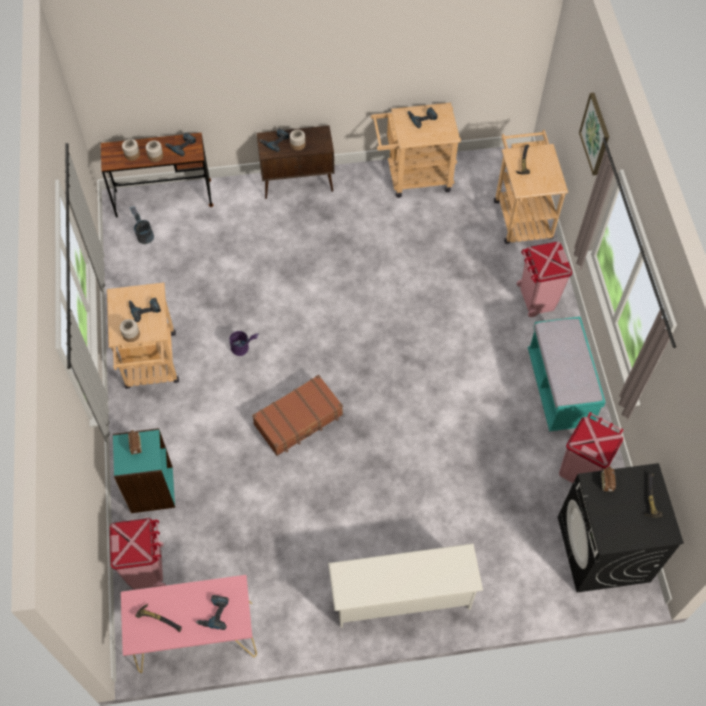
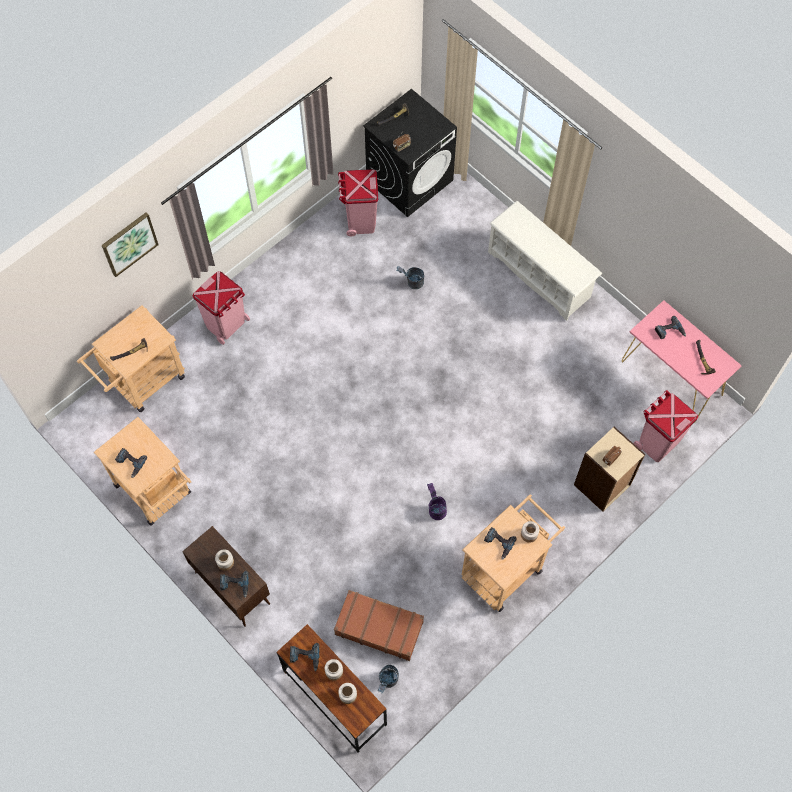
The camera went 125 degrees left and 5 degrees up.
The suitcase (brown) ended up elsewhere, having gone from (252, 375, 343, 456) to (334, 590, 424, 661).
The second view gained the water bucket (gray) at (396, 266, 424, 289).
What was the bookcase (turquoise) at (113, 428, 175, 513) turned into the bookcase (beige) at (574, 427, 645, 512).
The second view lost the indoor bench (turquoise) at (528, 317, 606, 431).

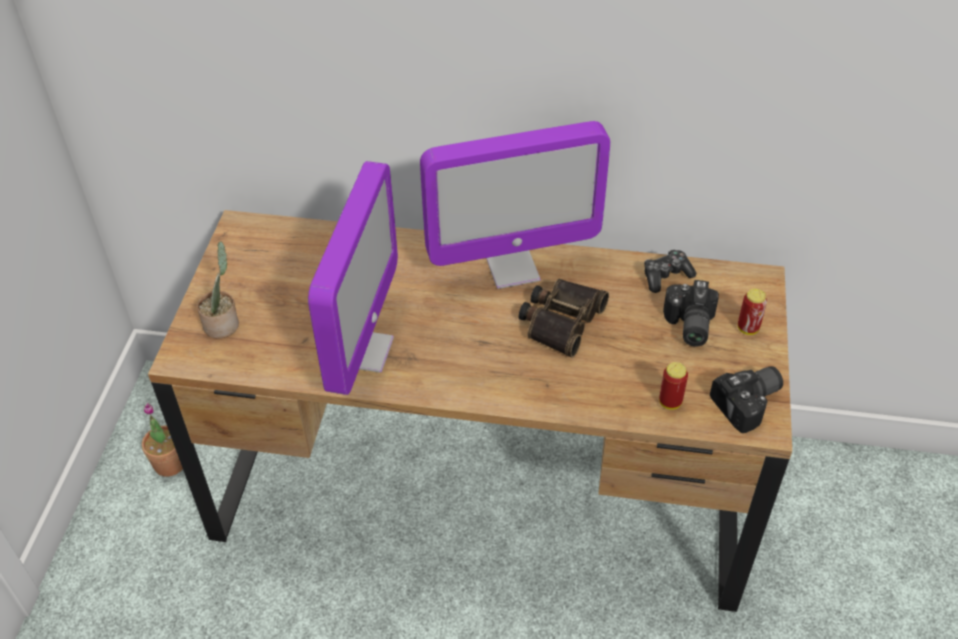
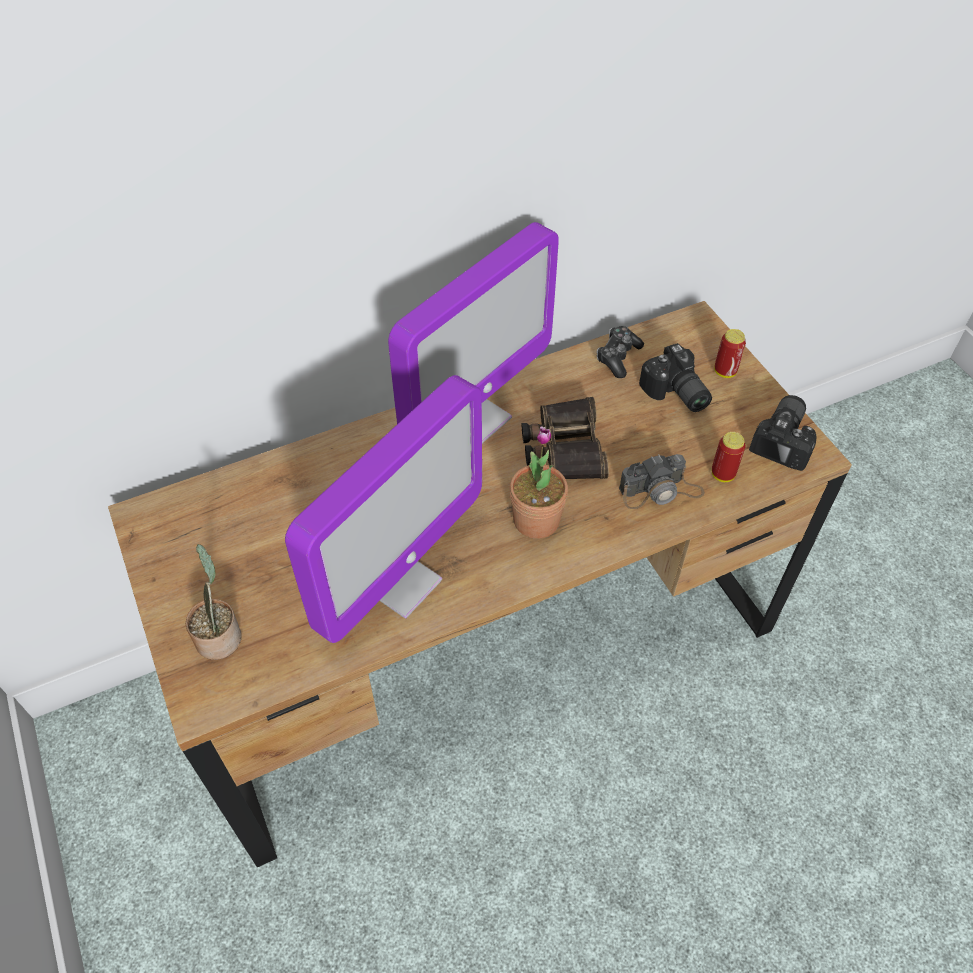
The camera went 35 degrees left and 5 degrees up.
The computer screen at (308, 161, 398, 395) ended up facing another way, 60 degrees clockwise from before.
The plant in a pot ended up elsewhere, having gone from (142, 403, 183, 477) to (510, 427, 568, 539).
The second view gained the still camera at (619, 454, 705, 509).

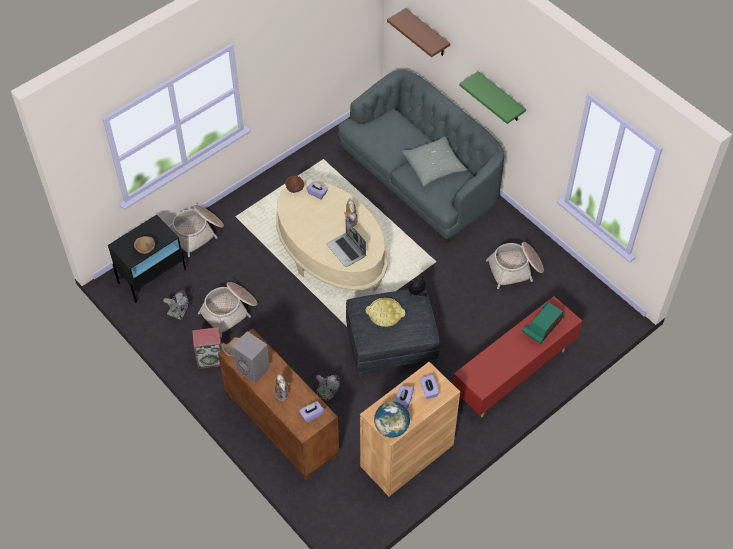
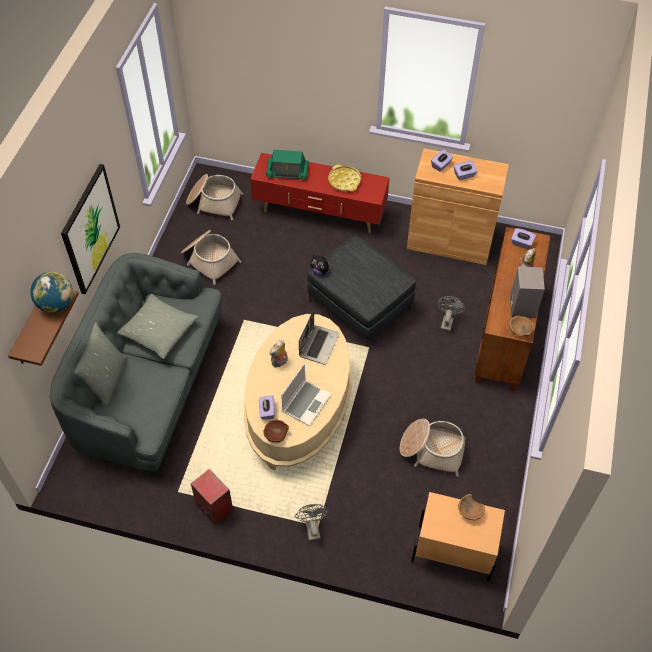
The camera went 125 degrees left and 0 degrees up.
The globe ended up elsewhere, having gone from (374, 401, 410, 438) to (30, 272, 73, 313).
Where the shelf (green) hung at (459, 71, 526, 124), the wall picture came to hang at (61, 164, 120, 294).
The second view gained the throw pillow (gray) at (74, 322, 127, 408).
The storage basket ended up elsewhere, having gone from (170, 205, 224, 257) to (186, 174, 243, 220).
The speaker ended up elsewhere, having gone from (192, 327, 222, 369) to (191, 469, 233, 525).
The second view gained the laptop at (281, 363, 331, 426).
The fan (gray) ended up elsewhere, having gone from (163, 291, 188, 320) to (295, 504, 328, 541).
The serving tray (yellow-coloured) ended up elsewhere, having gone from (366, 297, 405, 327) to (328, 165, 361, 191).
What was the nightstand (blackish) at (108, 215, 186, 303) turned into the nightstand (beige) at (411, 492, 505, 582).

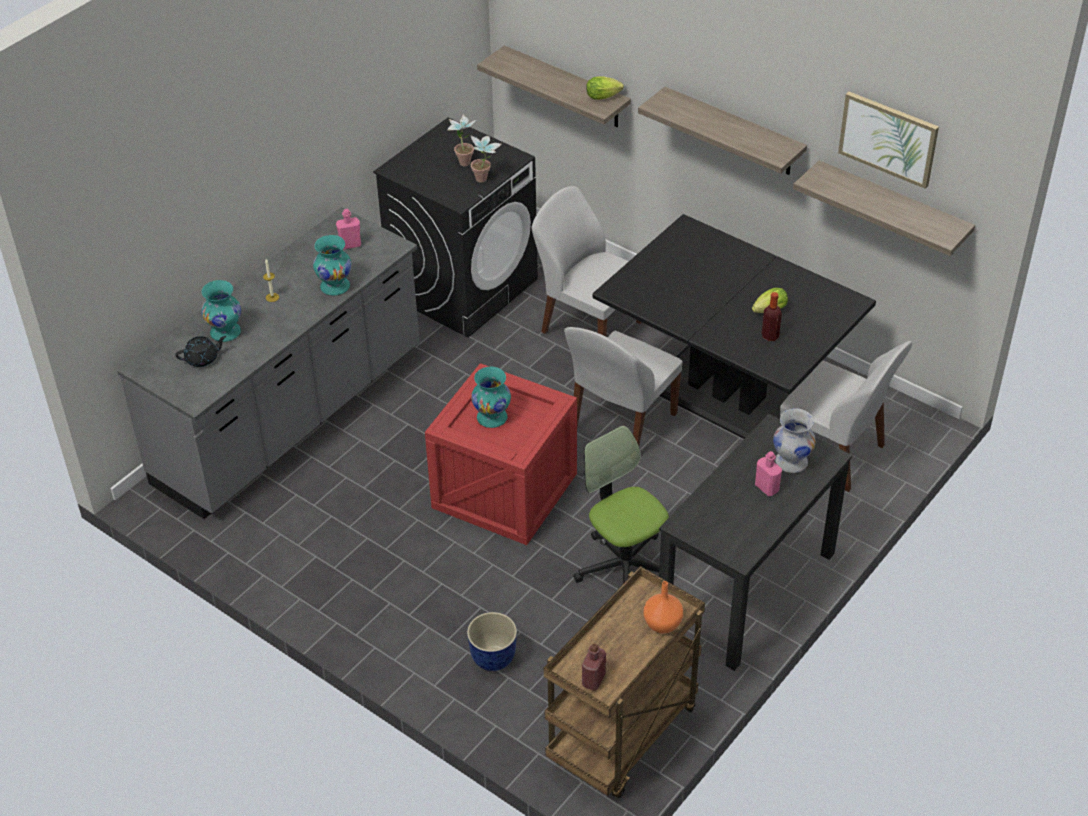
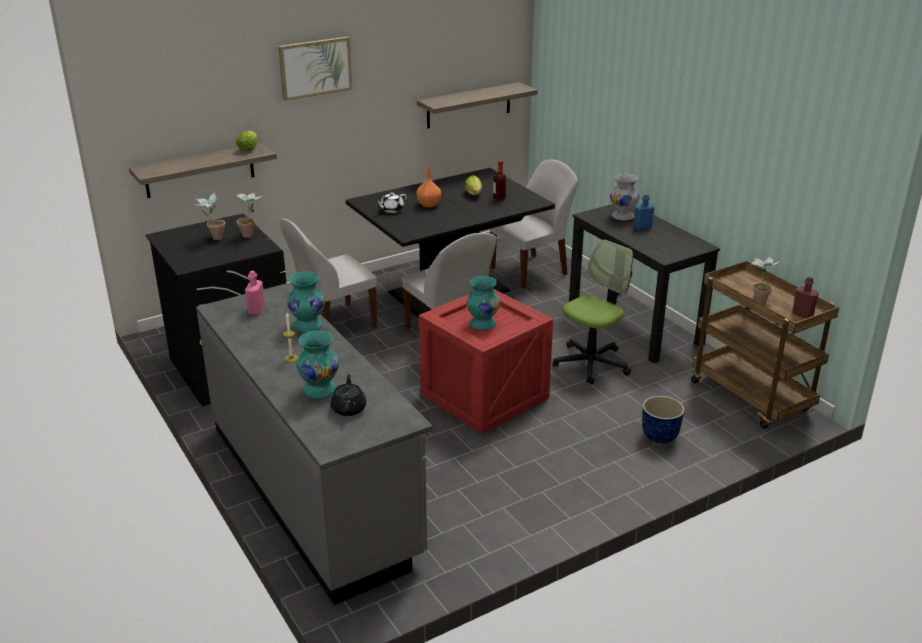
The camera went 70 degrees left and 15 degrees down.
The wall picture ended up elsewhere, having gone from (838, 92, 939, 189) to (278, 36, 352, 101).
The second view gained the teapot (whitish) at (375, 192, 406, 213).
The vase (orange-coloured) ended up elsewhere, having gone from (644, 581, 683, 634) to (416, 166, 441, 207).
The office chair at (573, 426, 669, 584) ended up facing another way, 150 degrees clockwise from before.
What was the beverage bottle (pinkish) at (755, 451, 782, 496) turned into the beverage bottle (blue) at (634, 194, 655, 230).
The second view gained the plant in a pot at (751, 256, 782, 304).
The second view lost the shelf at (638, 87, 807, 175).

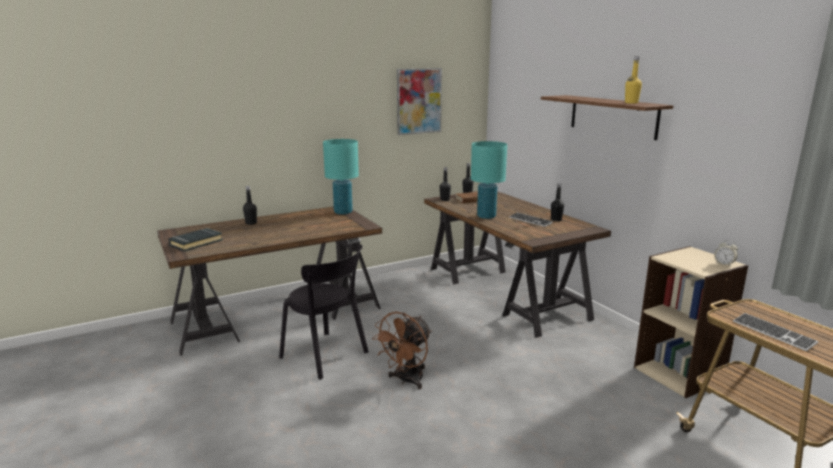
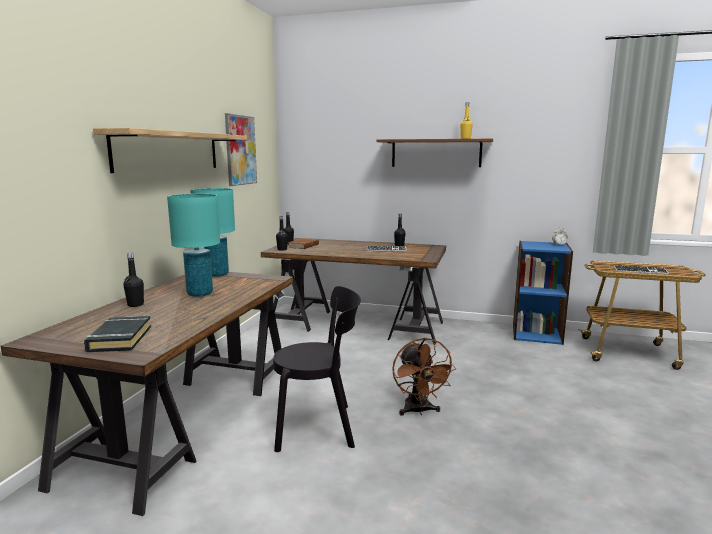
The camera went 45 degrees left and 5 degrees down.
The second view gained the shelf at (93, 128, 247, 173).
The table lamp (turquoise) ended up elsewhere, having gone from (471, 141, 507, 219) to (167, 194, 220, 297).
What was the bookcase (beige) at (634, 246, 748, 398) turned into the bookcase (blue) at (513, 241, 573, 345).

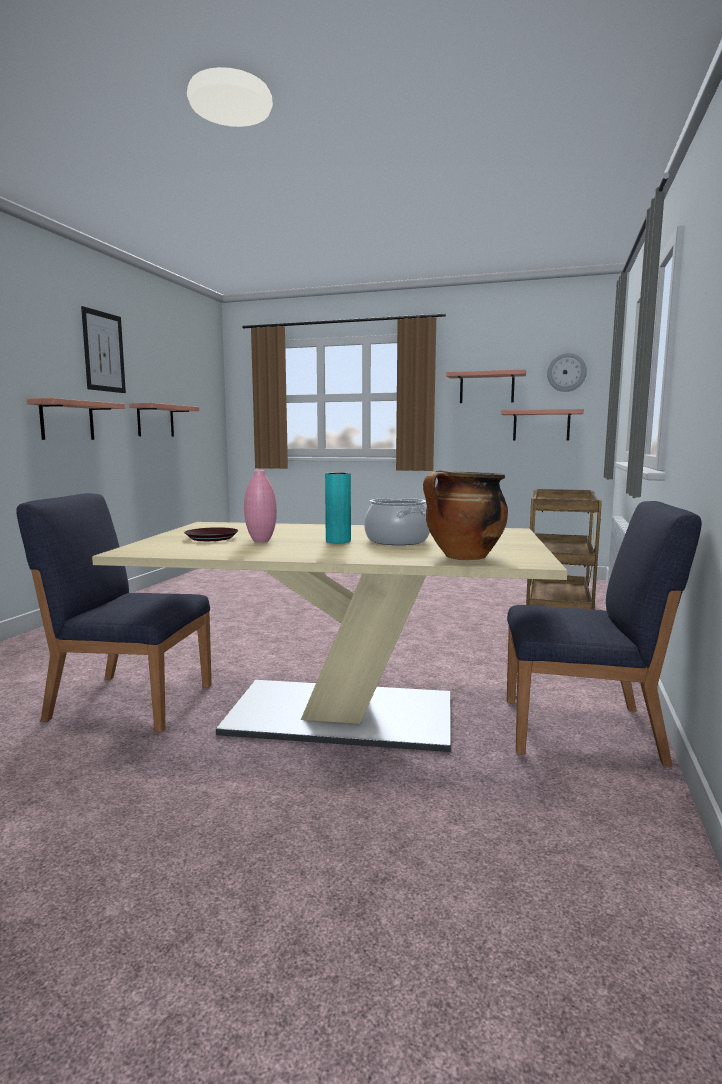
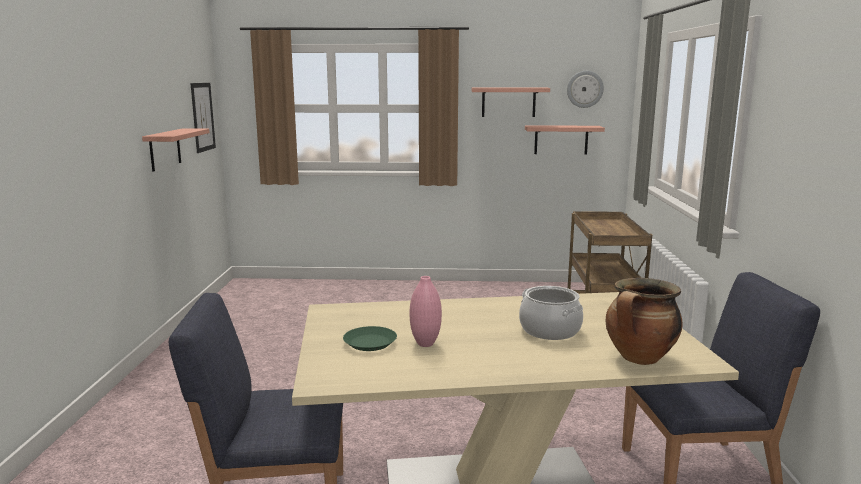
The camera went 15 degrees left and 5 degrees up.
The wall picture ended up elsewhere, having gone from (81, 306, 126, 393) to (190, 83, 216, 153).
What was the dinner plate (brown) at (184, 527, 238, 541) turned into the dinner plate (green) at (343, 326, 397, 351).
The second view lost the shelf at (26, 398, 125, 440).
The second view lost the vase (turquoise) at (325, 472, 351, 543).

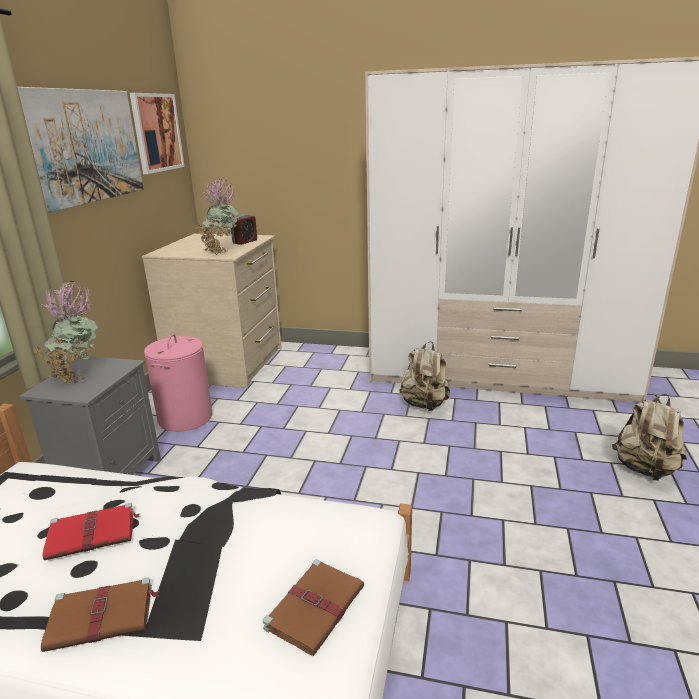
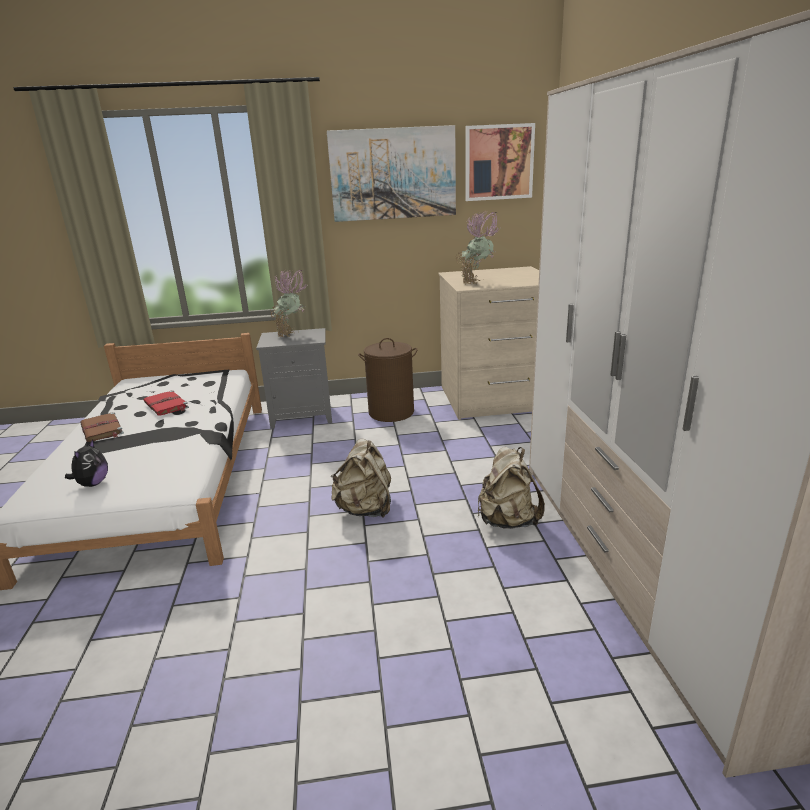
The camera went 70 degrees right and 0 degrees up.
Where the volume (brown) stood at (263, 559, 364, 656), the soft toy came to stand at (65, 439, 108, 487).
The backpack (beige) ended up elsewhere, having gone from (612, 394, 687, 481) to (331, 439, 391, 517).
What was the washing basket (pinkish) at (144, 334, 212, 432) turned into the washing basket (brown) at (358, 338, 417, 422).
The second view lost the table clock at (231, 214, 257, 245).

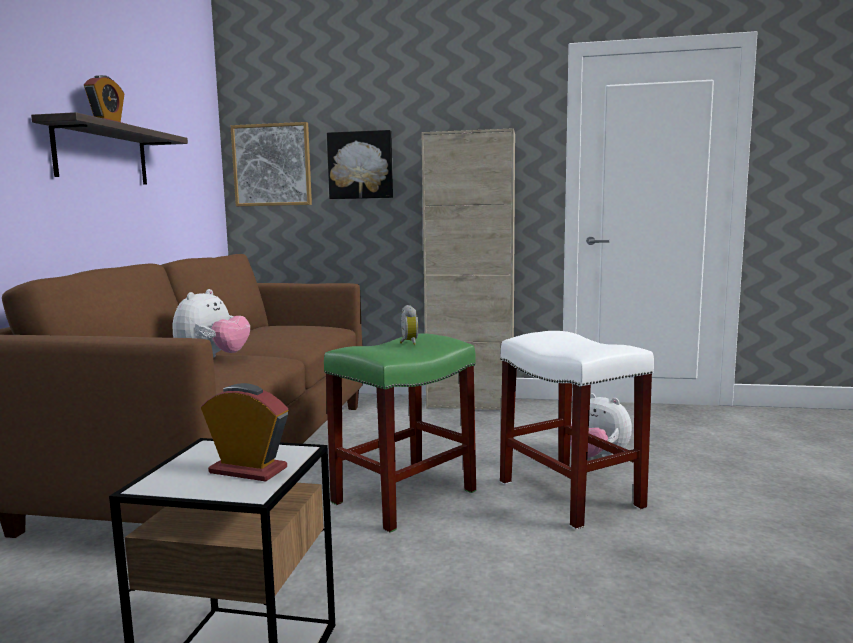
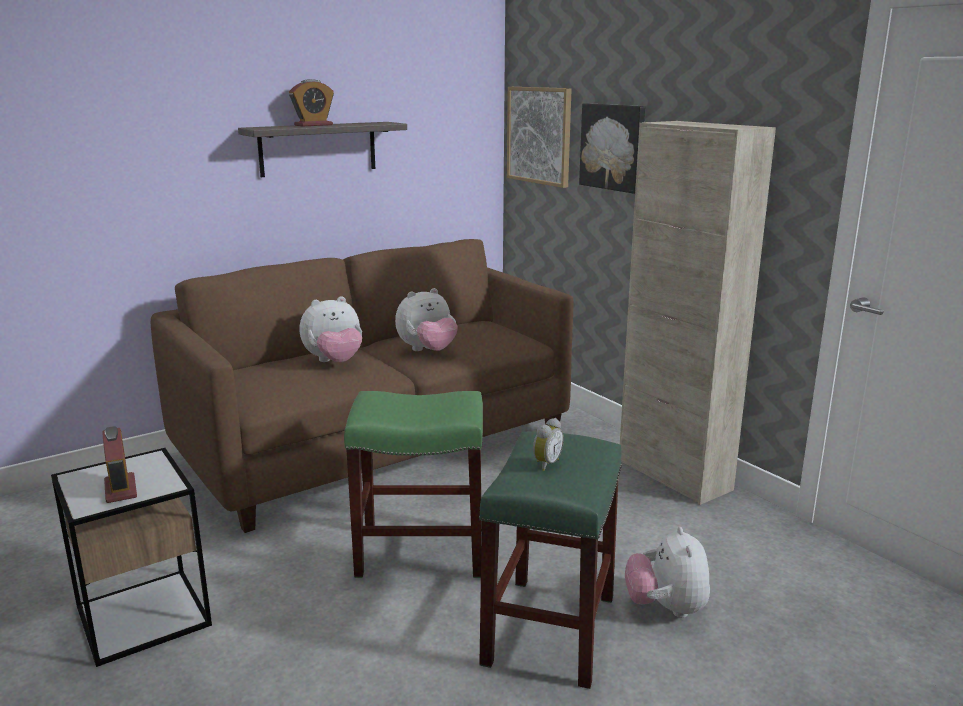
The camera went 45 degrees right and 10 degrees up.
The second view gained the soft toy at (395, 288, 458, 351).
What was the stool seat (whitish) at (500, 331, 654, 530) turned into the stool seat (green) at (479, 432, 622, 689).
The table clock ended up elsewhere, having gone from (400, 305, 418, 345) to (533, 418, 564, 471).

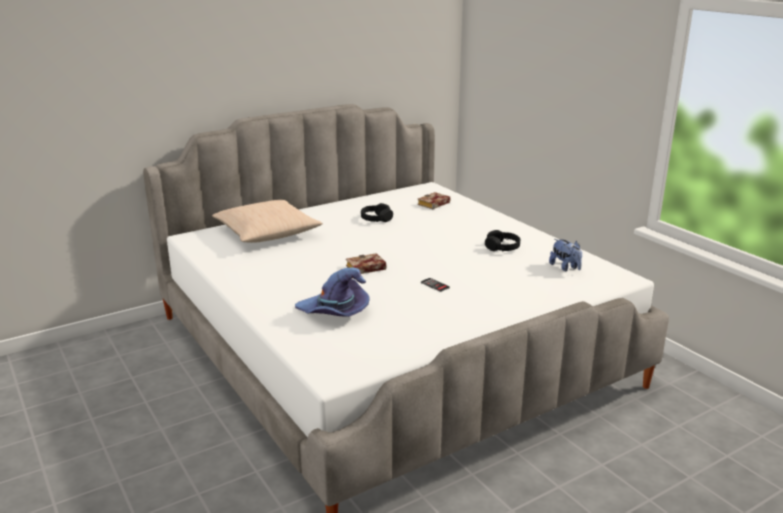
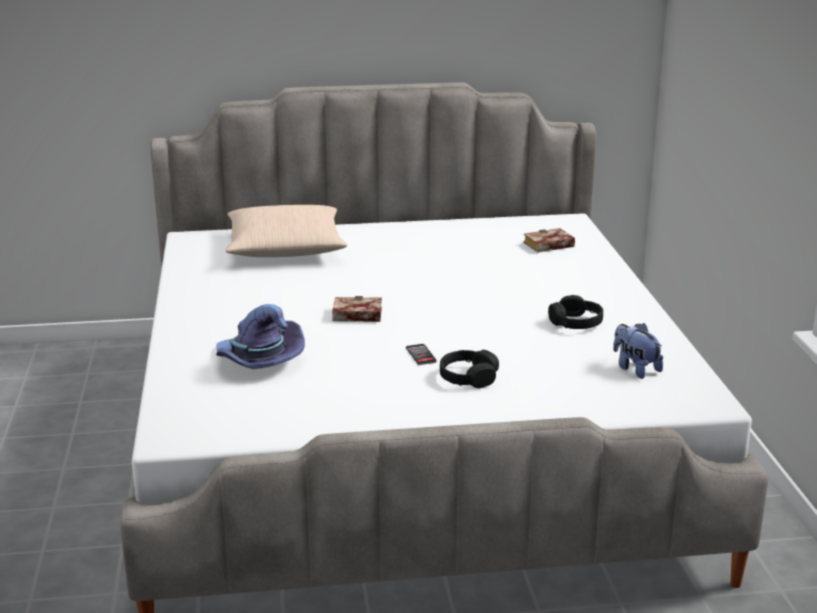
The camera went 25 degrees right and 0 degrees up.
The headset (blackish) ended up elsewhere, having gone from (361, 203, 393, 222) to (440, 350, 499, 388).
The soft toy at (549, 239, 582, 271) ended up facing another way, 150 degrees clockwise from before.

